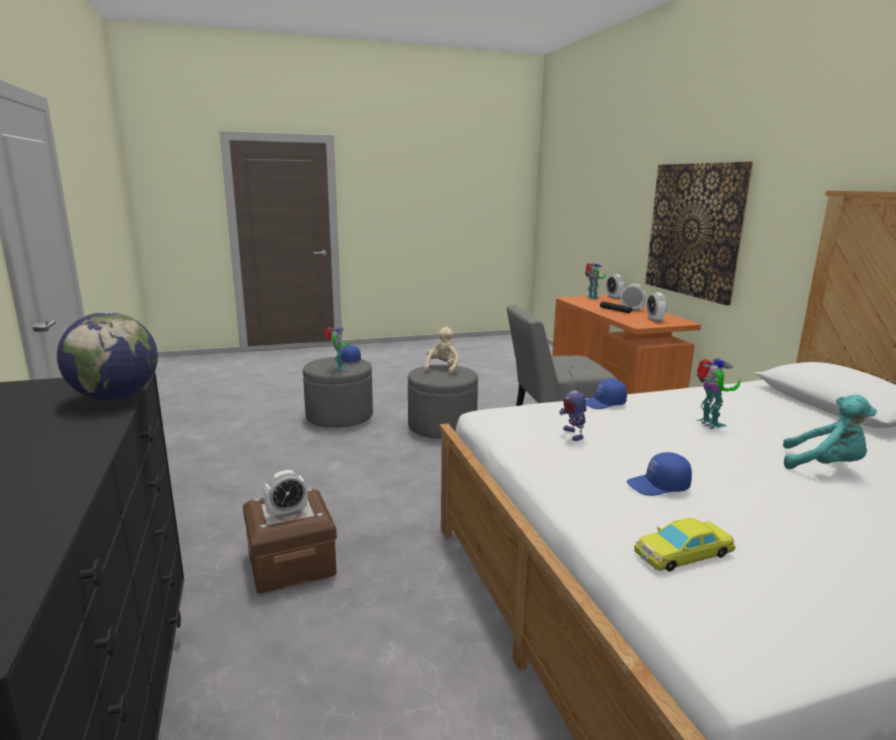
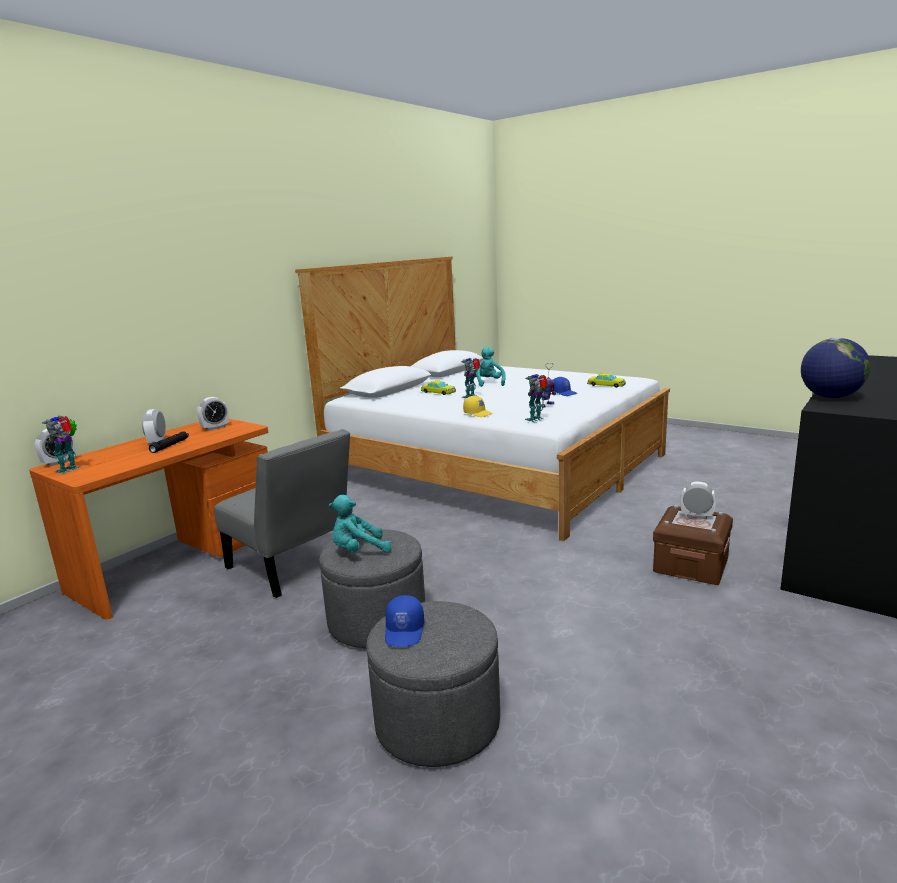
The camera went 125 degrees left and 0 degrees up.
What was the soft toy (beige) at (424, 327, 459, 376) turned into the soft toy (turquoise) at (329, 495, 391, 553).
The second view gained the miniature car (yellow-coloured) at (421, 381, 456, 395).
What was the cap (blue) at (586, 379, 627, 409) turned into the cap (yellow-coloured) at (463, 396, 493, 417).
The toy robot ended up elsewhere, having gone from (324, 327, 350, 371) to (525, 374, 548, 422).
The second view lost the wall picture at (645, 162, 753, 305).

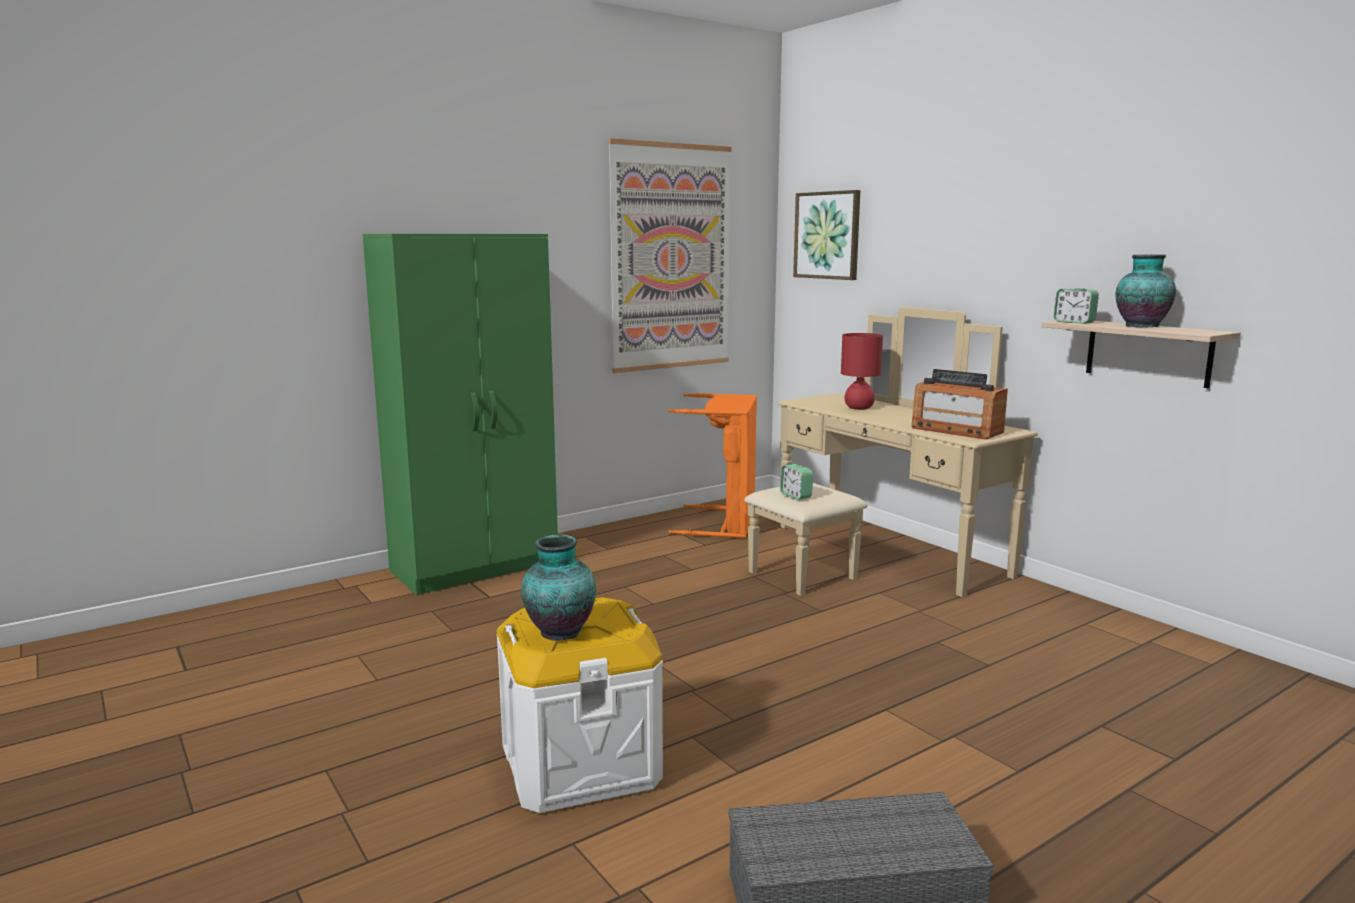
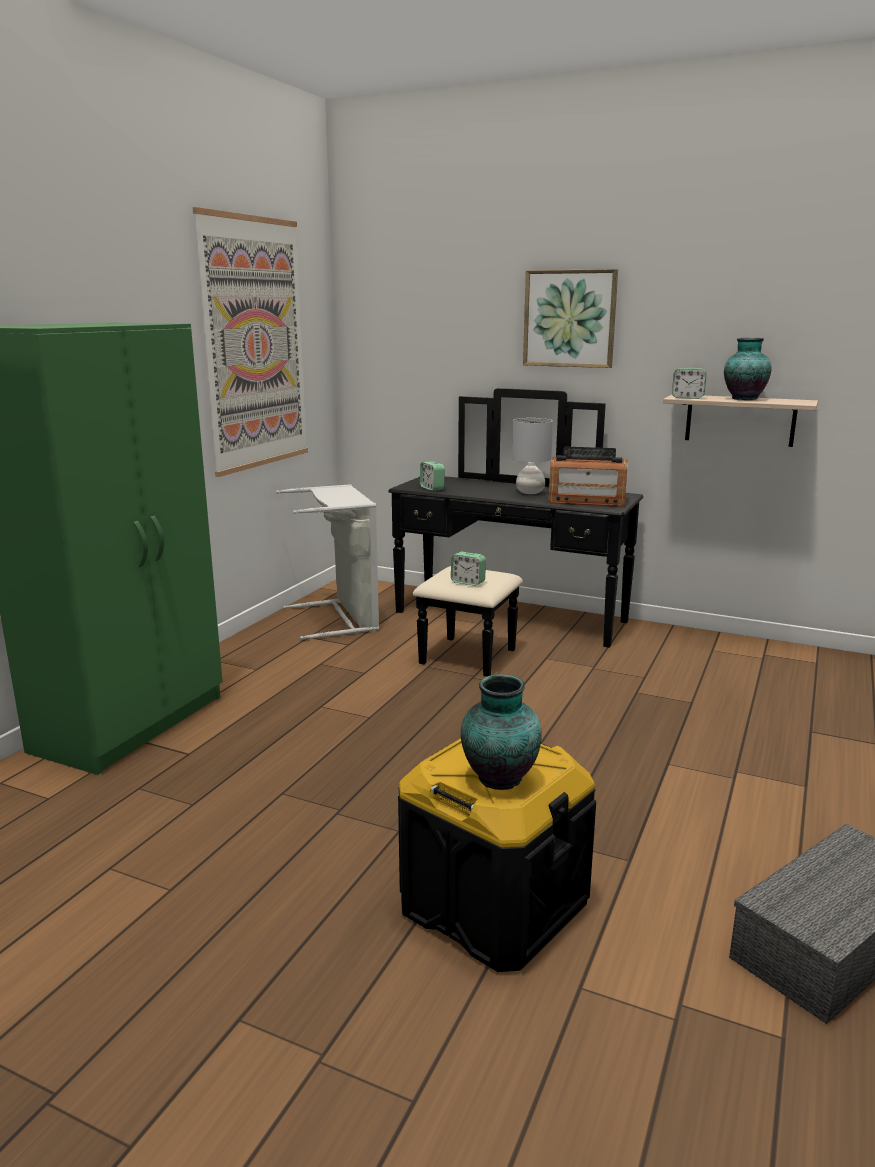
The camera went 30 degrees left and 5 degrees up.
What was the washing basket (orange-coloured) at (668, 393, 757, 538) turned into the washing basket (gray) at (276, 484, 379, 639).
What was the chest of drawers (beige) at (744, 307, 1038, 597) turned into the chest of drawers (blackish) at (388, 388, 643, 676).
What was the storage box (whitish) at (497, 597, 663, 813) turned into the storage box (blackish) at (398, 738, 596, 972).
The second view gained the table clock at (420, 462, 445, 491).
The second view gained the table lamp (gray) at (512, 418, 553, 494).
The wall picture ended up elsewhere, having gone from (793, 190, 861, 280) to (523, 269, 618, 368).
The second view lost the table lamp (reddish) at (841, 333, 883, 410).

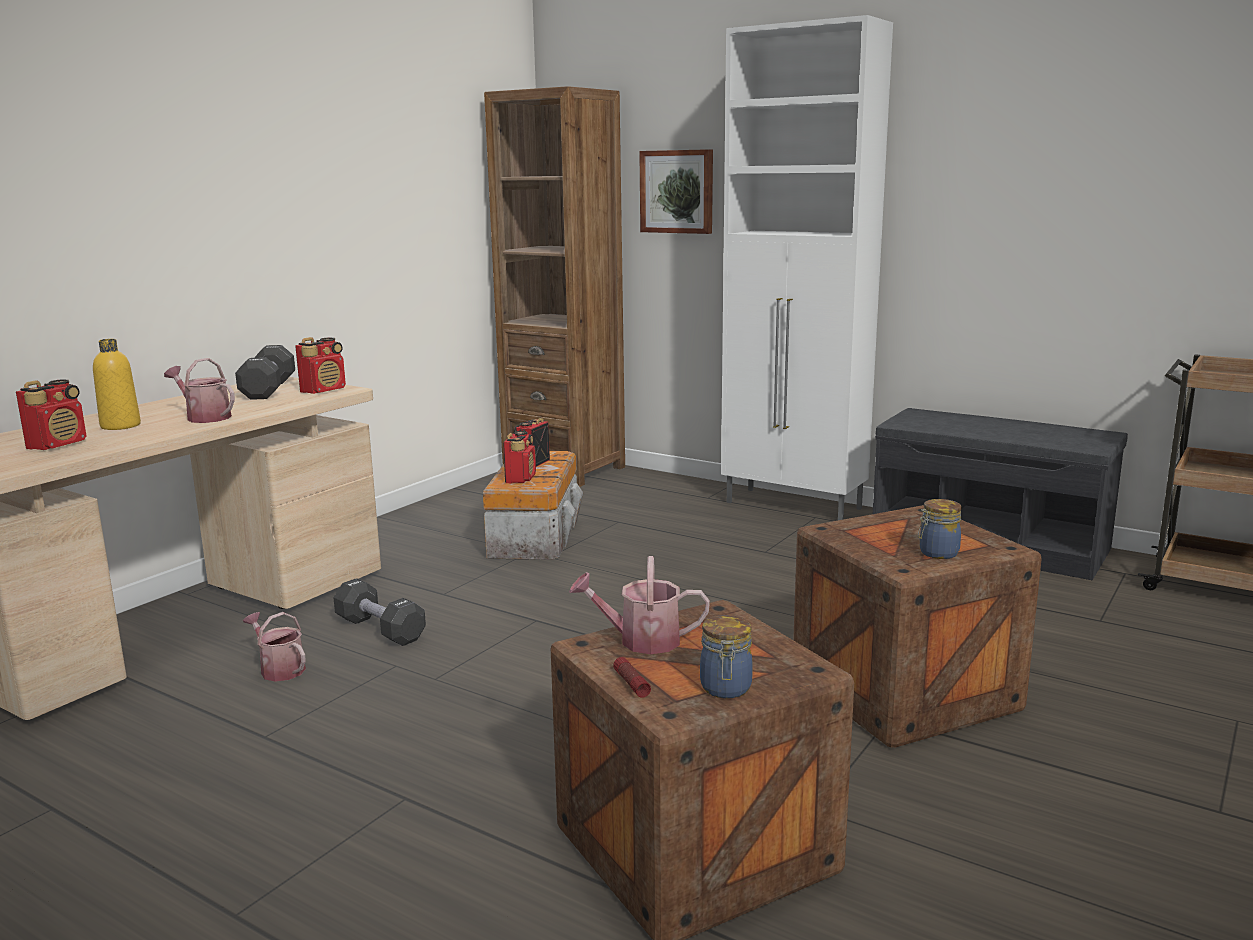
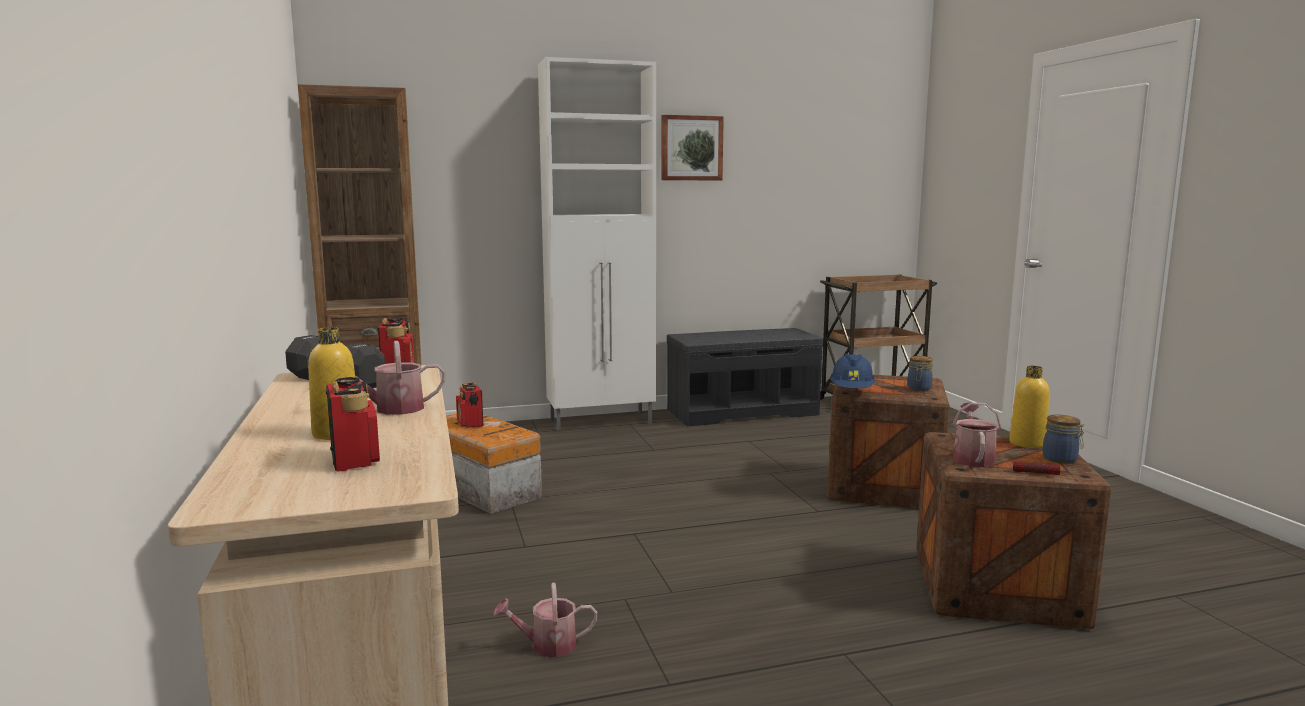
The camera went 50 degrees left and 5 degrees down.
The wall picture ended up elsewhere, having gone from (639, 149, 713, 234) to (661, 115, 724, 180).
The second view gained the safety helmet (blue) at (830, 354, 875, 388).
The watering can at (569, 556, 710, 654) ended up facing another way, 150 degrees clockwise from before.
The second view gained the beverage bottle (yellow-coloured) at (1009, 366, 1049, 448).
The second view lost the free weight (blackish) at (333, 578, 426, 646).
The second view lost the radio at (503, 431, 536, 483).

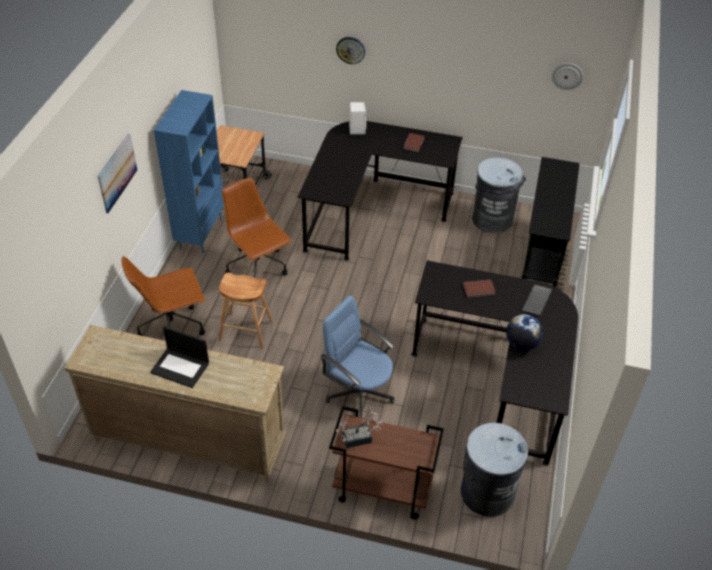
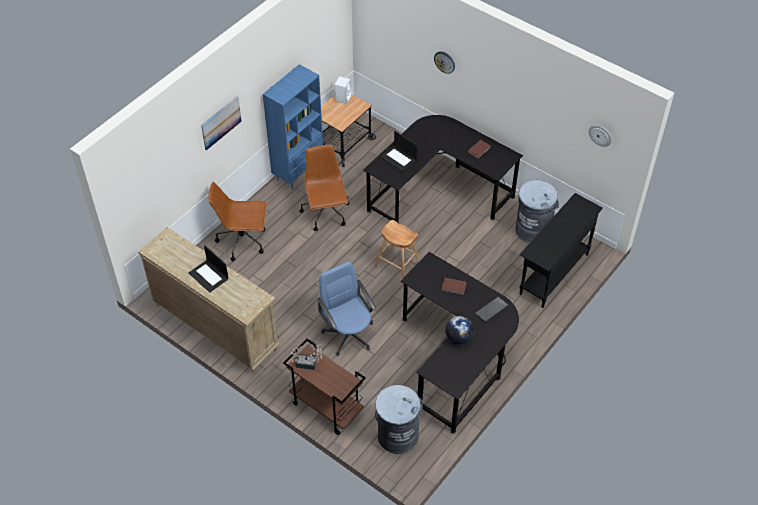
The camera went 25 degrees right and 5 degrees up.
The speaker (whitish) ended up elsewhere, having gone from (349, 102, 366, 135) to (335, 76, 352, 104).
The stool seat (brown) ended up elsewhere, having gone from (219, 273, 273, 349) to (375, 220, 419, 279).
The second view gained the laptop at (380, 131, 417, 172).

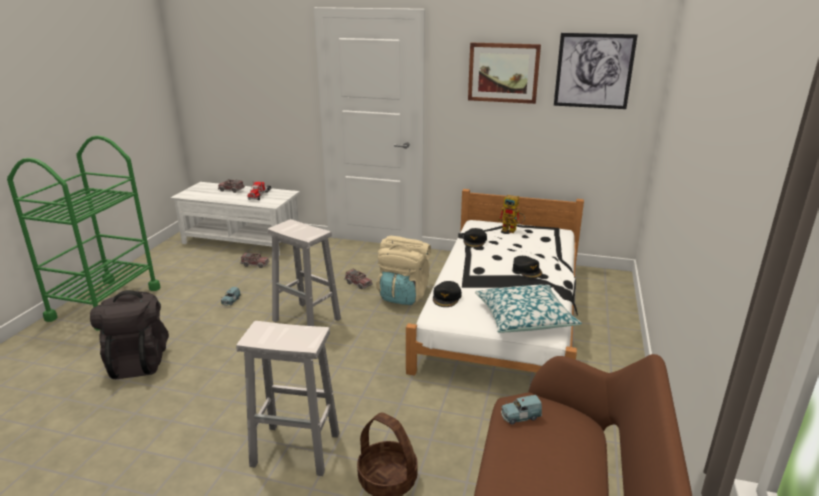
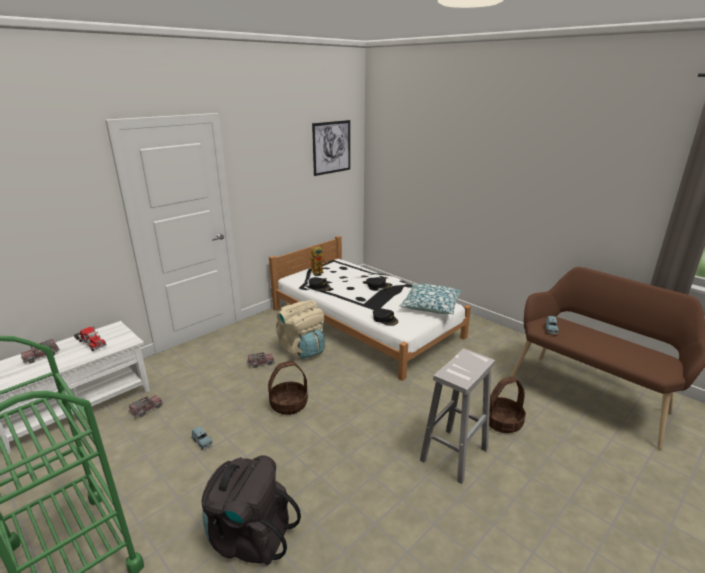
The camera went 60 degrees left and 0 degrees up.
Where the stool seat (whitish) stood at (267, 219, 341, 326), the storage basket came to stand at (268, 361, 308, 415).
The second view lost the wall picture at (468, 43, 541, 104).

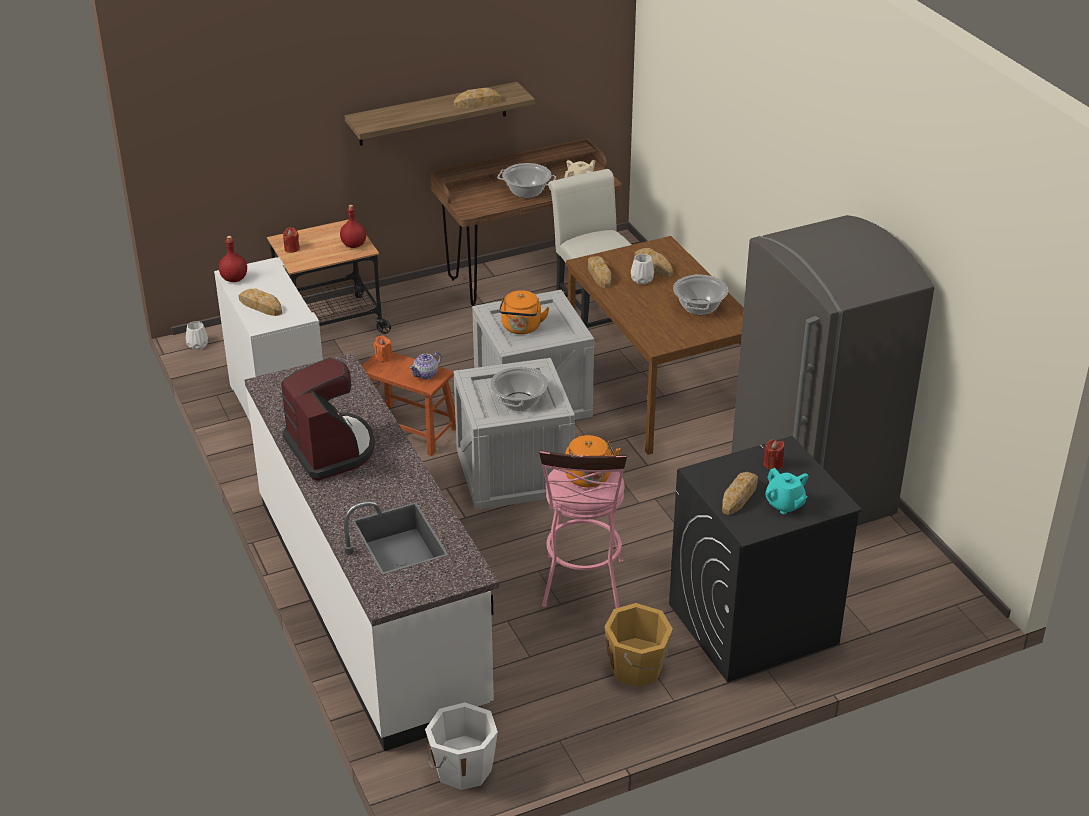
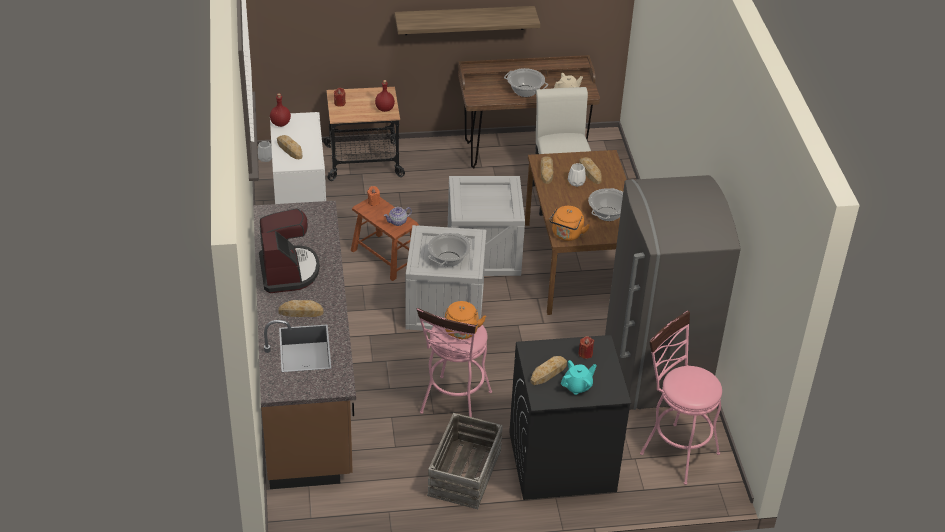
The camera went 15 degrees right and 5 degrees up.
What was the counter (whitish) at (245, 353, 499, 751) turned into the counter (brown) at (253, 201, 356, 489).
The bread ended up elsewhere, having gone from (454, 88, 501, 108) to (278, 300, 323, 317).
Where the water bucket (orange-coloured) stood at (604, 603, 673, 687), the shipping crate came to stand at (427, 413, 503, 509).
The water kettle (orange-coloured) ended up elsewhere, having gone from (499, 290, 549, 334) to (549, 206, 590, 241).
The teapot (turquoise) at (765, 468, 808, 514) ended up facing another way, 105 degrees counterclockwise from before.
The second view gained the stool seat (pinkish) at (640, 311, 722, 485).
The second view lost the water bucket (whitish) at (425, 702, 498, 790).

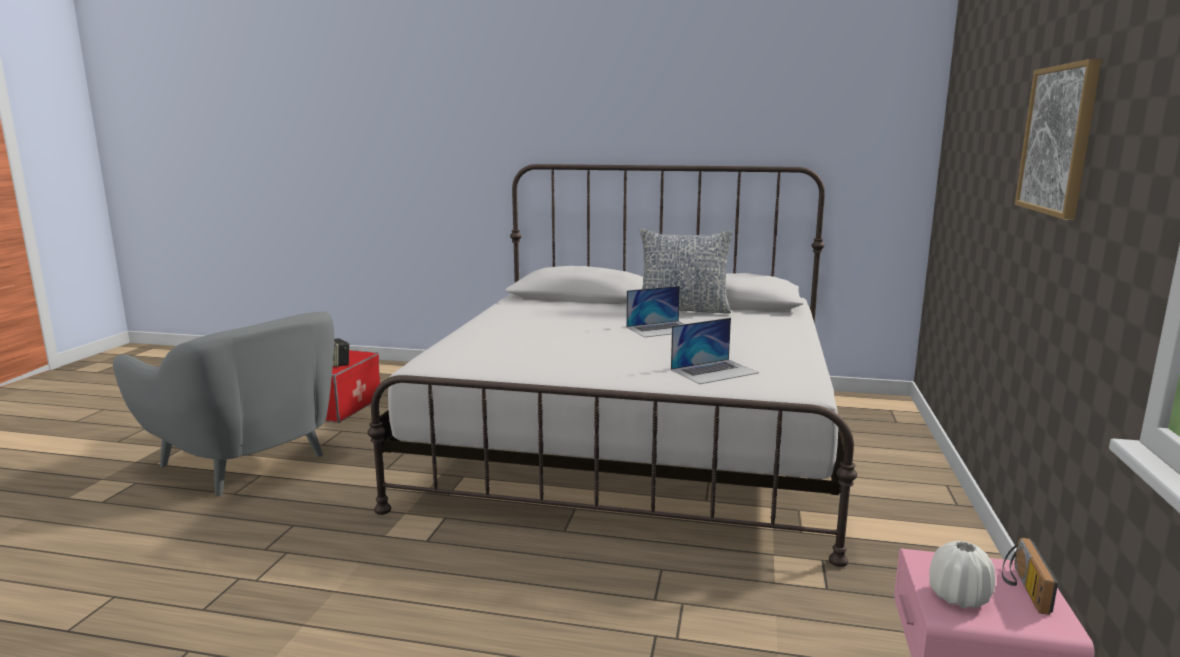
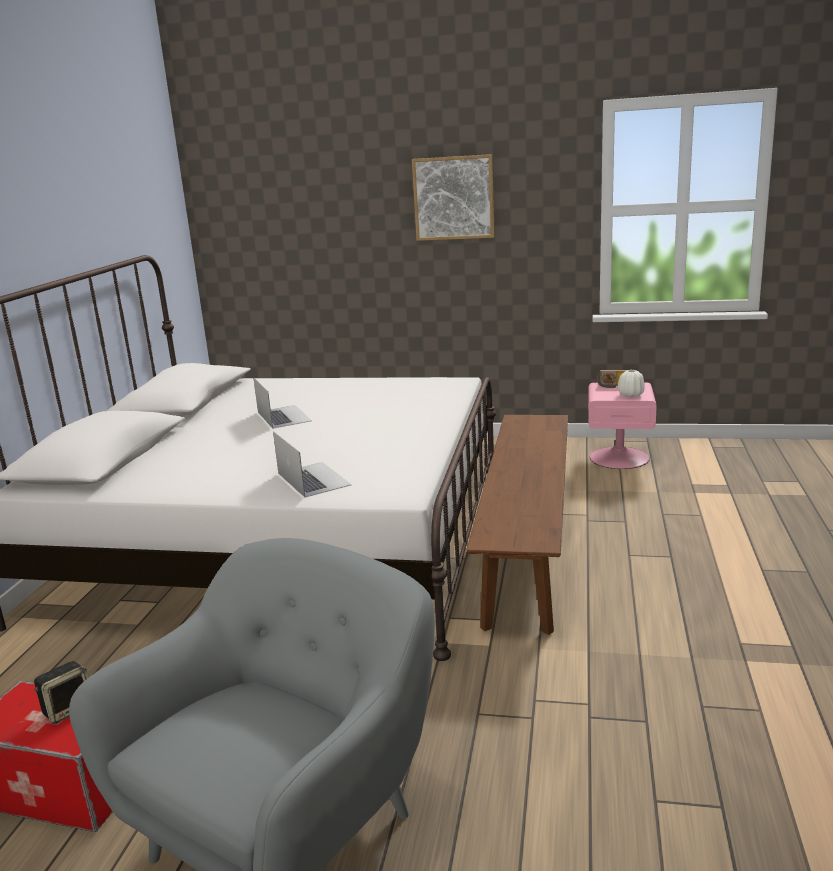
The camera went 90 degrees left and 5 degrees up.
The laptop ended up elsewhere, having gone from (671, 318, 759, 384) to (273, 431, 351, 498).
The second view gained the indoor bench (brown) at (466, 415, 568, 635).
The second view lost the throw pillow at (639, 228, 733, 313).

